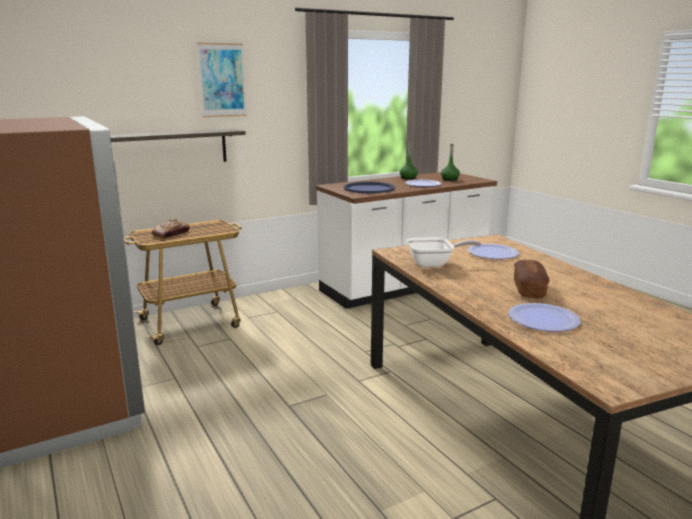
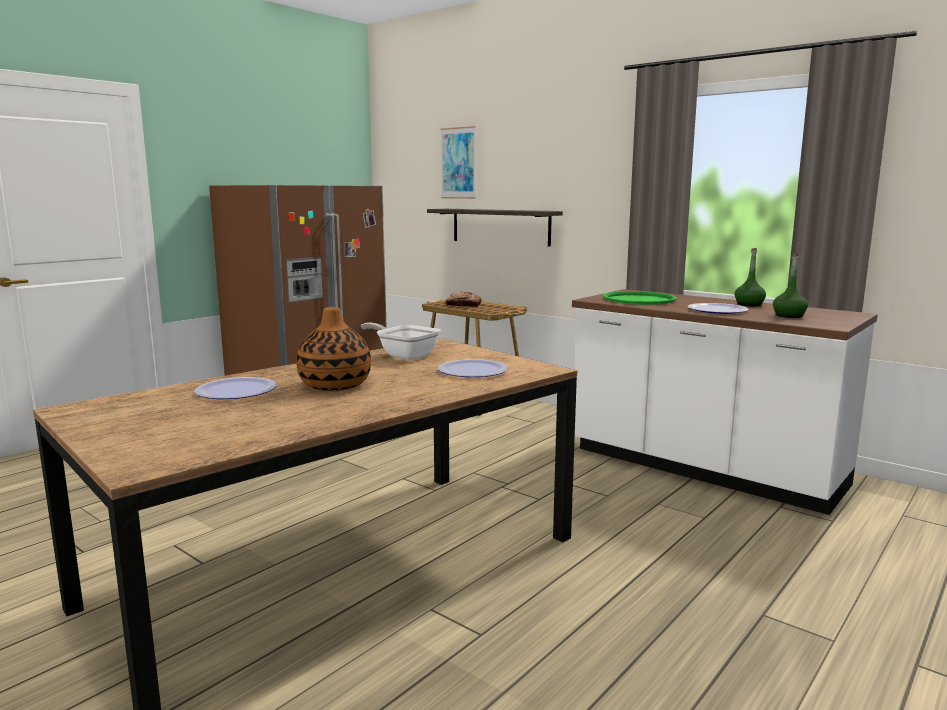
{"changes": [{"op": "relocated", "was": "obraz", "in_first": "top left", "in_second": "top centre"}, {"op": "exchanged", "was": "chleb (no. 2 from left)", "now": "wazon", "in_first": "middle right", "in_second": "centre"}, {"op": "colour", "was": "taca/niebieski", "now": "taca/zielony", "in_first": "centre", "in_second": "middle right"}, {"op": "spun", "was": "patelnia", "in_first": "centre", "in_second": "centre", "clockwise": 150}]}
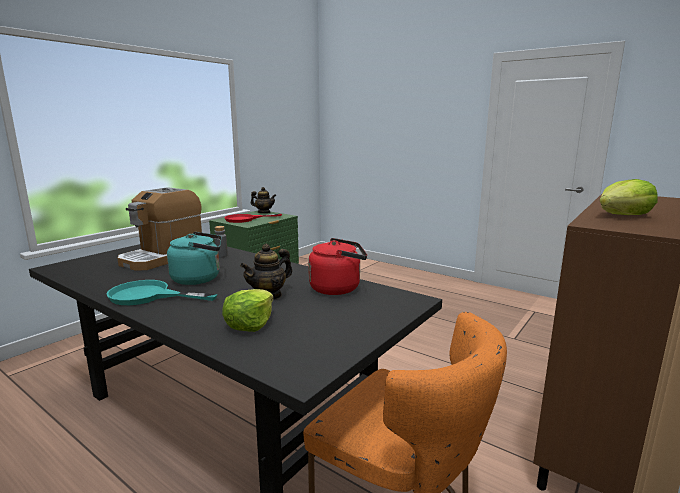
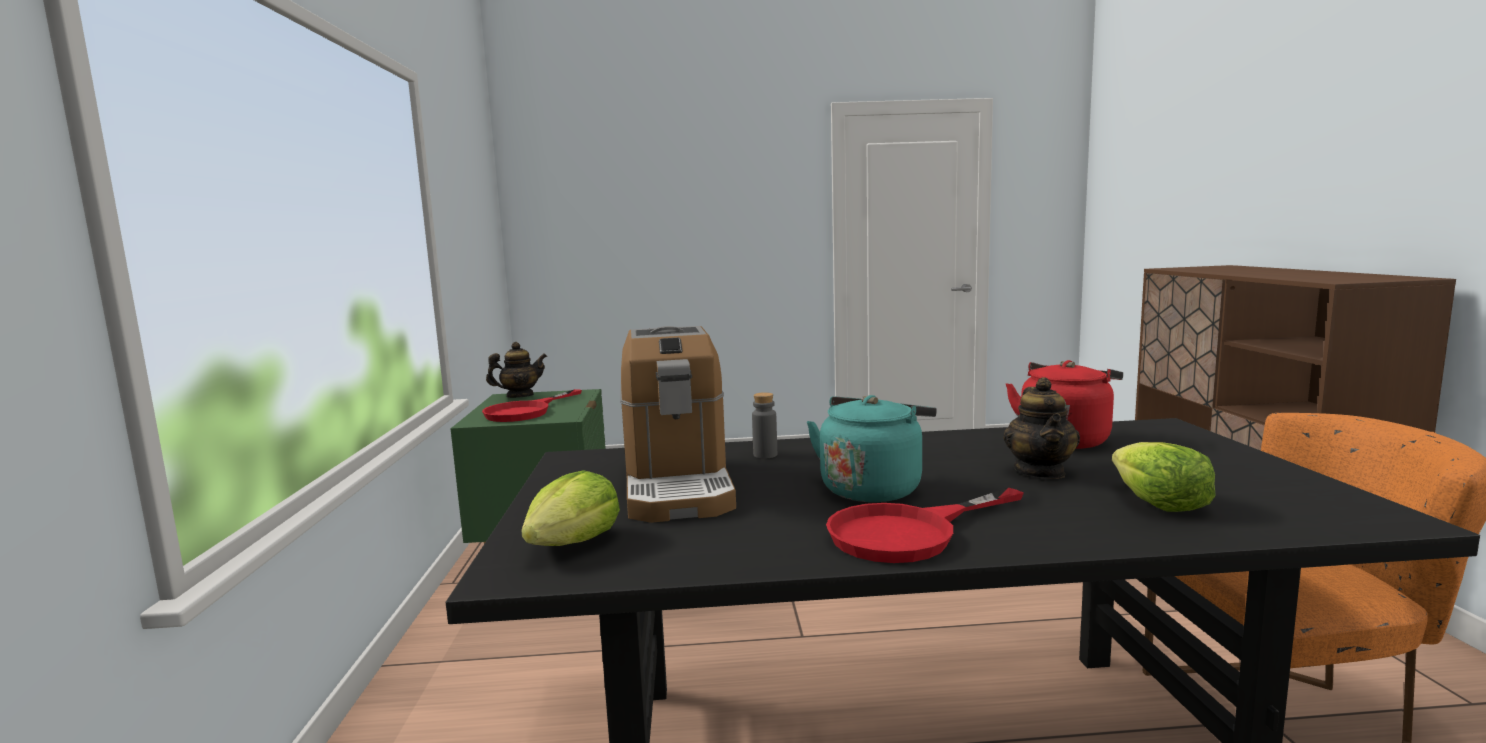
{"changes": [{"op": "relocated", "was": "sałata (no. 2 from left in the first image)", "now": "sałata (no. 1 from left)", "in_first": "middle right", "in_second": "bottom centre"}, {"op": "colour", "was": "patelnia/turkusowy", "now": "patelnia/czerwony (no. 2 from left)", "in_first": "middle left", "in_second": "bottom centre"}]}
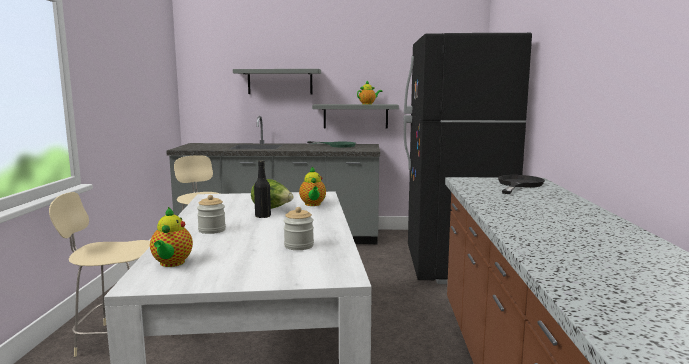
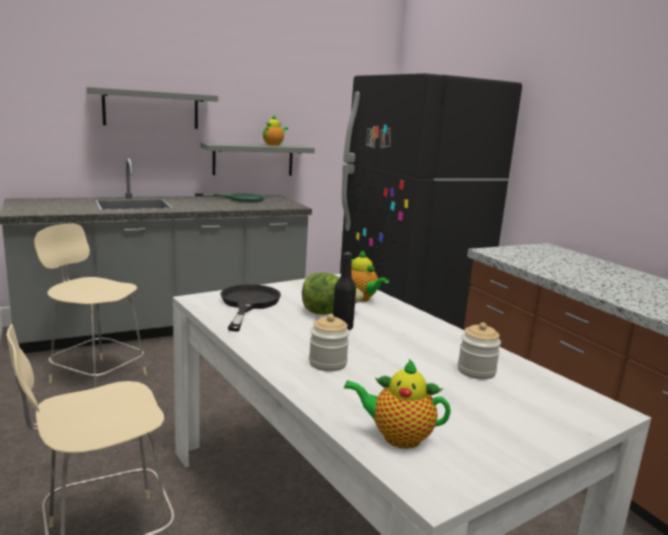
{"changes": [{"op": "relocated", "was": "patelnia/czarny", "in_first": "middle right", "in_second": "centre"}, {"op": "spun", "was": "imbryk (no. 1 from left in the first image)", "in_first": "middle left", "in_second": "bottom centre", "clockwise": 135}]}
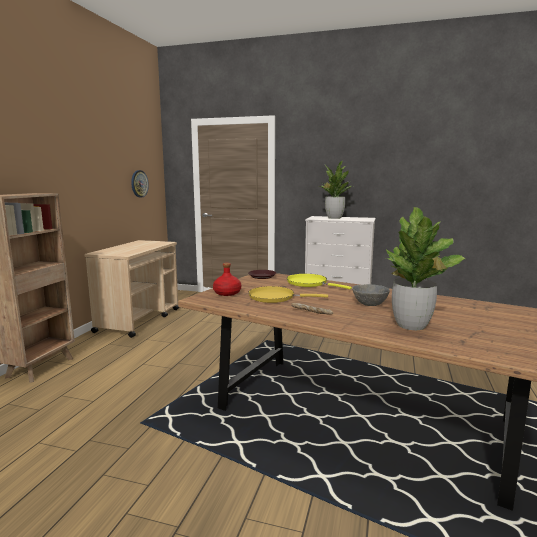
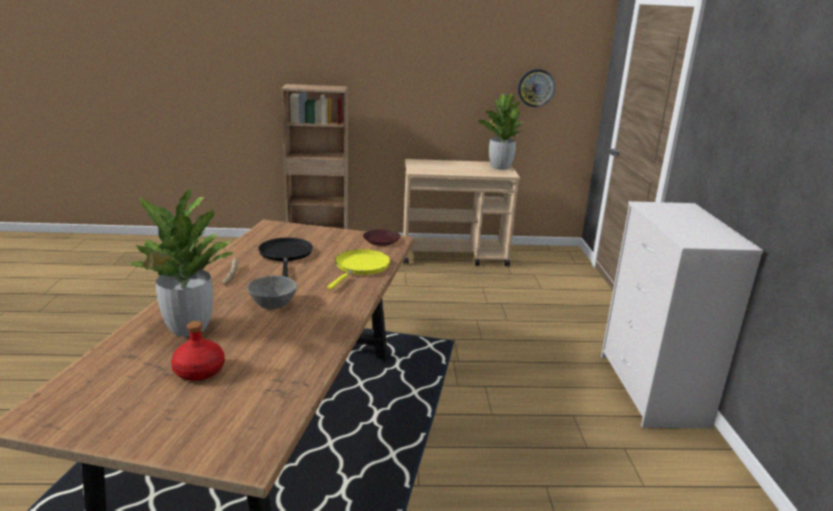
{"changes": [{"op": "relocated", "was": "butelka/czerwony", "in_first": "centre", "in_second": "bottom left"}, {"op": "relocated", "was": "roślina doniczkowa (no. 1 from left in the first image)", "now": "roślina doniczkowa (no. 2 from left)", "in_first": "centre", "in_second": "top centre"}, {"op": "colour", "was": "patelnia/żółty (no. 1 from left)", "now": "patelnia/czarny", "in_first": "centre", "in_second": "centre"}]}
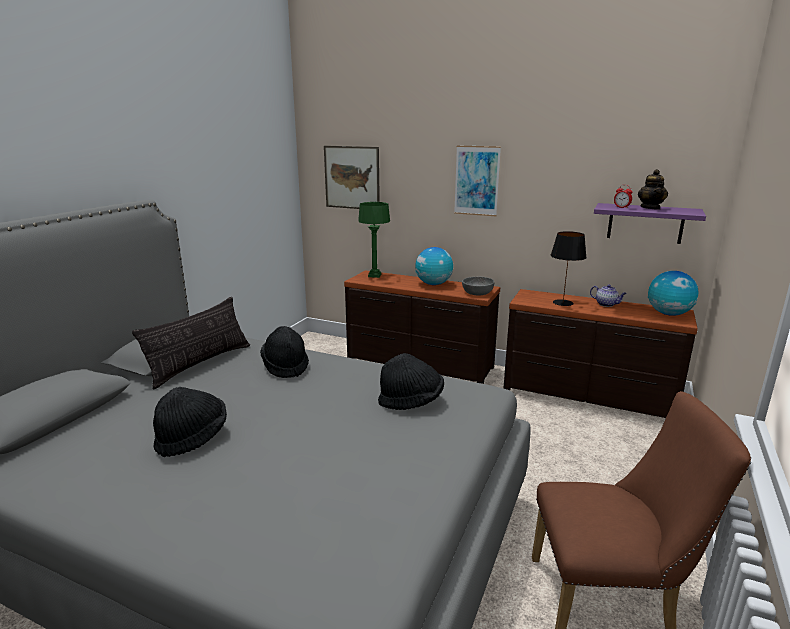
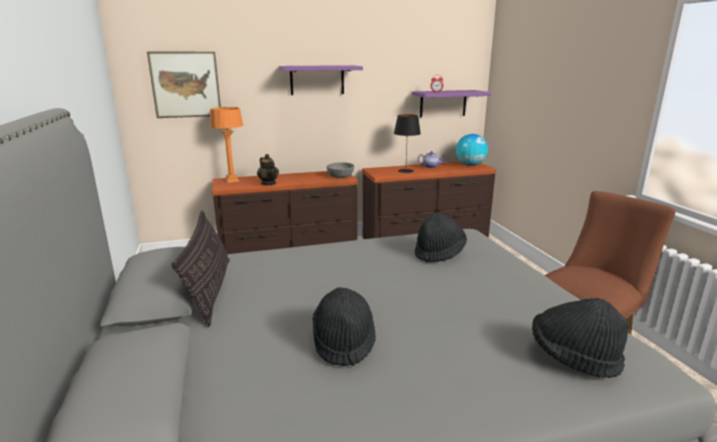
{"changes": [{"op": "missing", "was": "globus (no. 1 from left)", "in_first": "centre"}, {"op": "relocated", "was": "kapelusz/czarny (no. 2 from left in the first image)", "now": "kapelusz/czarny (no. 3 from left)", "in_first": "centre", "in_second": "bottom right"}, {"op": "relocated", "was": "imbryk (no. 2 from left in the first image)", "now": "imbryk (no. 1 from left)", "in_first": "top right", "in_second": "centre"}, {"op": "exchanged", "was": "obraz (no. 2 from left)", "now": "półka/fioletowy (no. 1 from left)", "in_first": "top centre", "in_second": "top centre"}, {"op": "colour", "was": "lampa stołowa/zielony", "now": "lampa stołowa/pomarańczowy", "in_first": "centre", "in_second": "top left"}]}
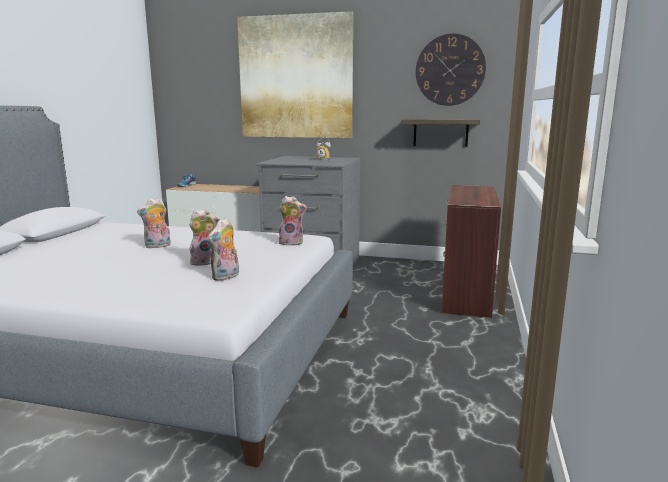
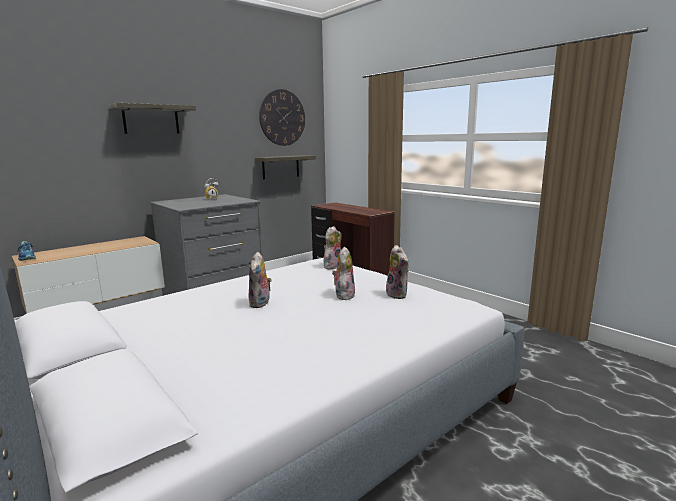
{"changes": [{"op": "exchanged", "was": "obraz", "now": "półka (no. 1 from left)", "in_first": "top centre", "in_second": "top left"}]}
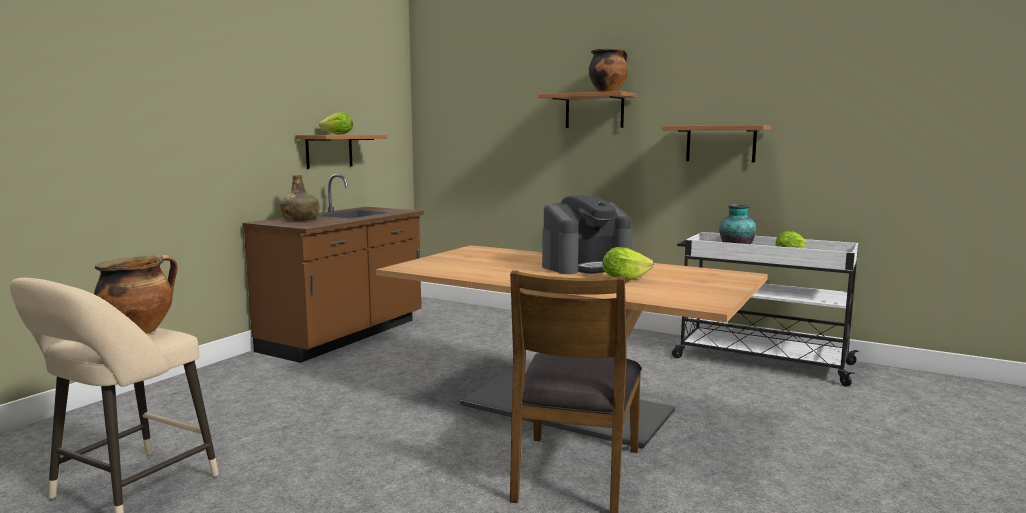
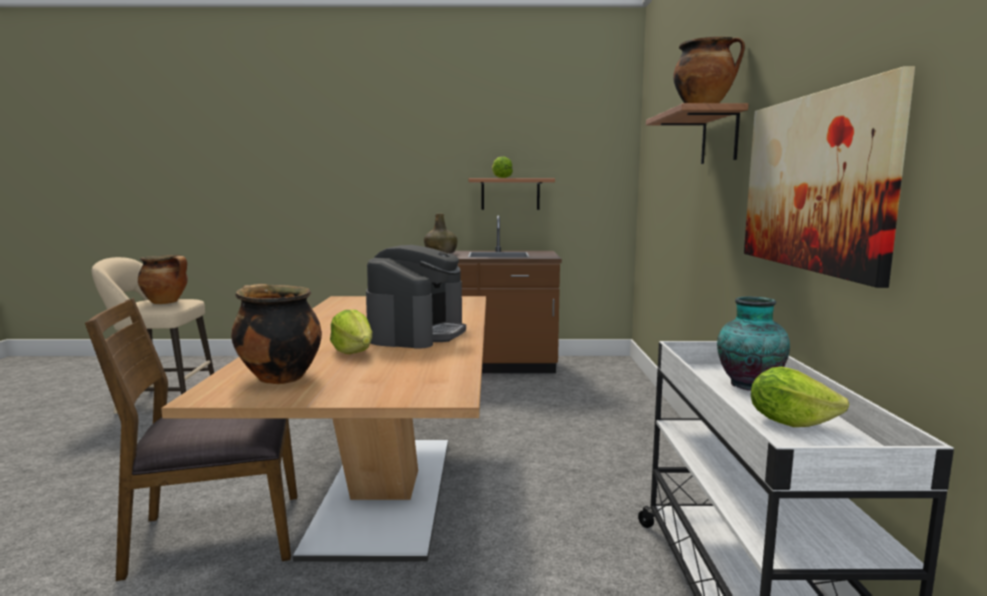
{"changes": [{"op": "appeared", "now": "garnek (no. 2 from left)", "in_second": "middle left"}, {"op": "exchanged", "was": "półka (no. 3 from left)", "now": "obraz", "in_first": "top right", "in_second": "top right"}, {"op": "spun", "was": "ekspres do kawy", "in_first": "centre", "in_second": "centre", "clockwise": -105}]}
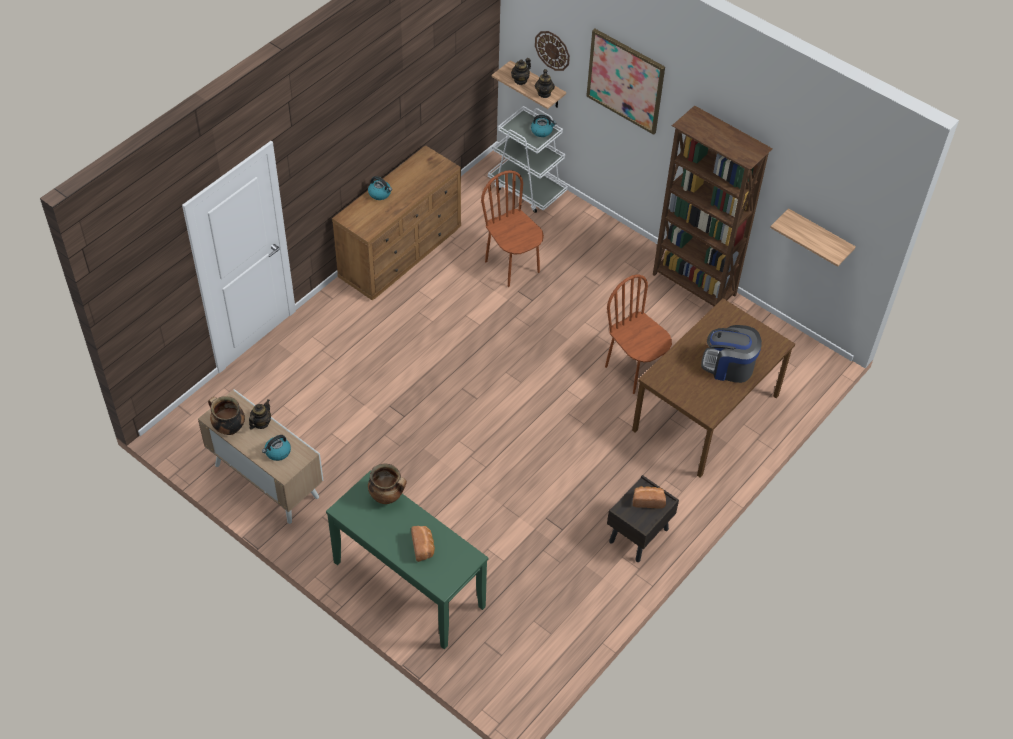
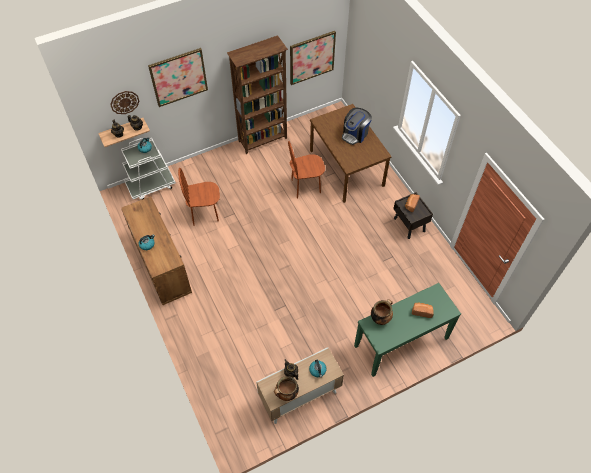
{"changes": [{"op": "exchanged", "was": "półka (no. 2 from left)", "now": "obraz (no. 2 from left)", "in_first": "top right", "in_second": "top centre"}]}
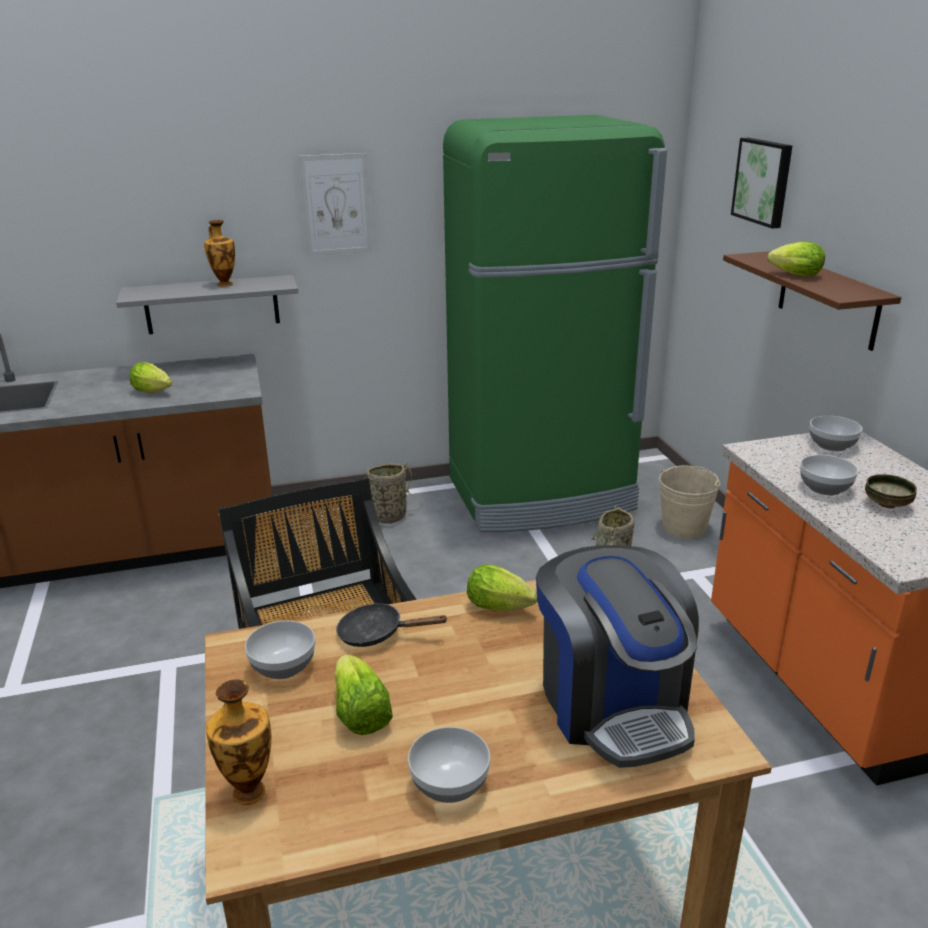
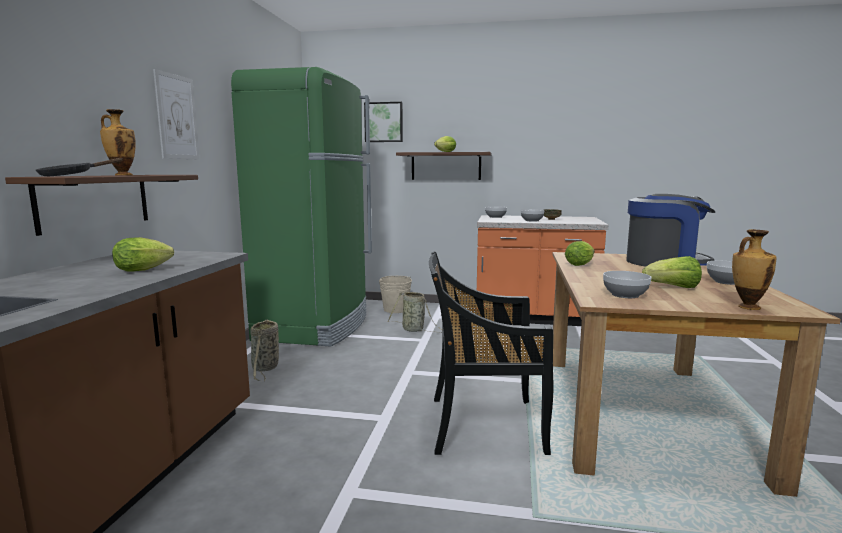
{"changes": [{"op": "relocated", "was": "patelnia/czarny", "in_first": "bottom centre", "in_second": "top left"}, {"op": "colour", "was": "półka/szary", "now": "półka/brązowy (no. 1 from left)", "in_first": "top left", "in_second": "middle left"}]}
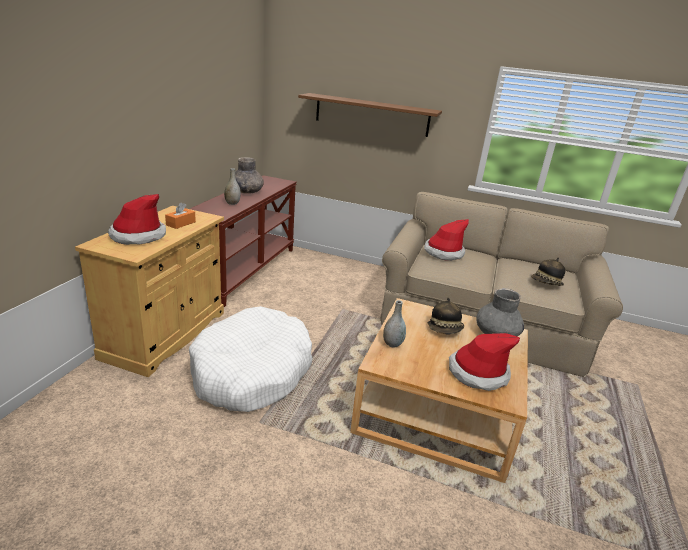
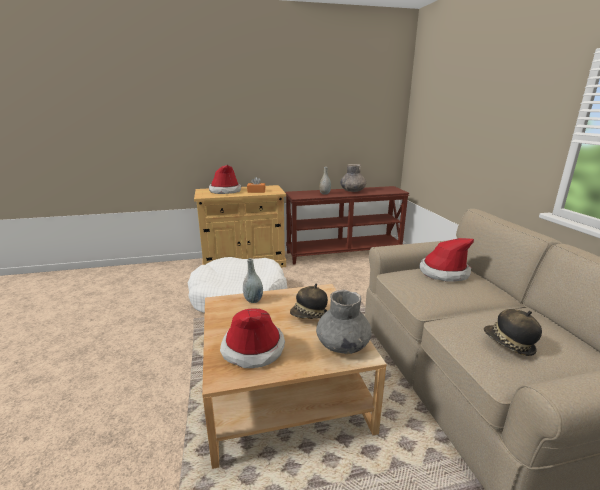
{"changes": [{"op": "missing", "was": "półka/brązowy", "in_first": "top centre"}]}
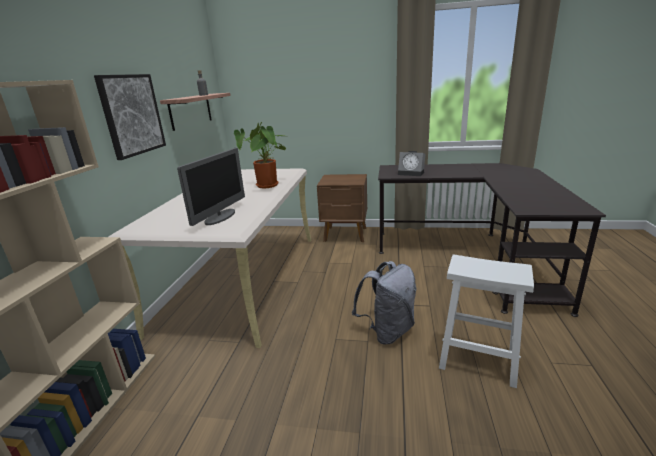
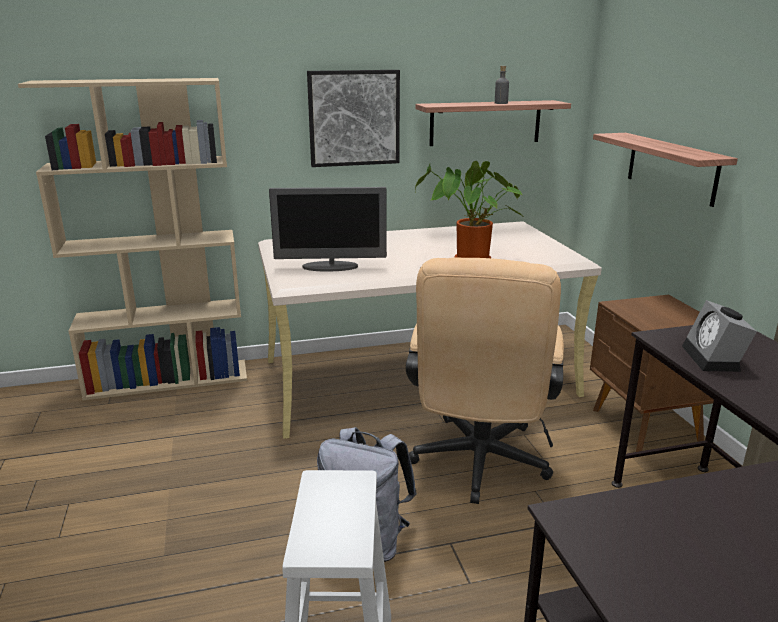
{"changes": [{"op": "appeared", "now": "krzesło biurowe/beżowy", "in_second": "centre"}, {"op": "appeared", "now": "półka (no. 2 from left)", "in_second": "top right"}]}
